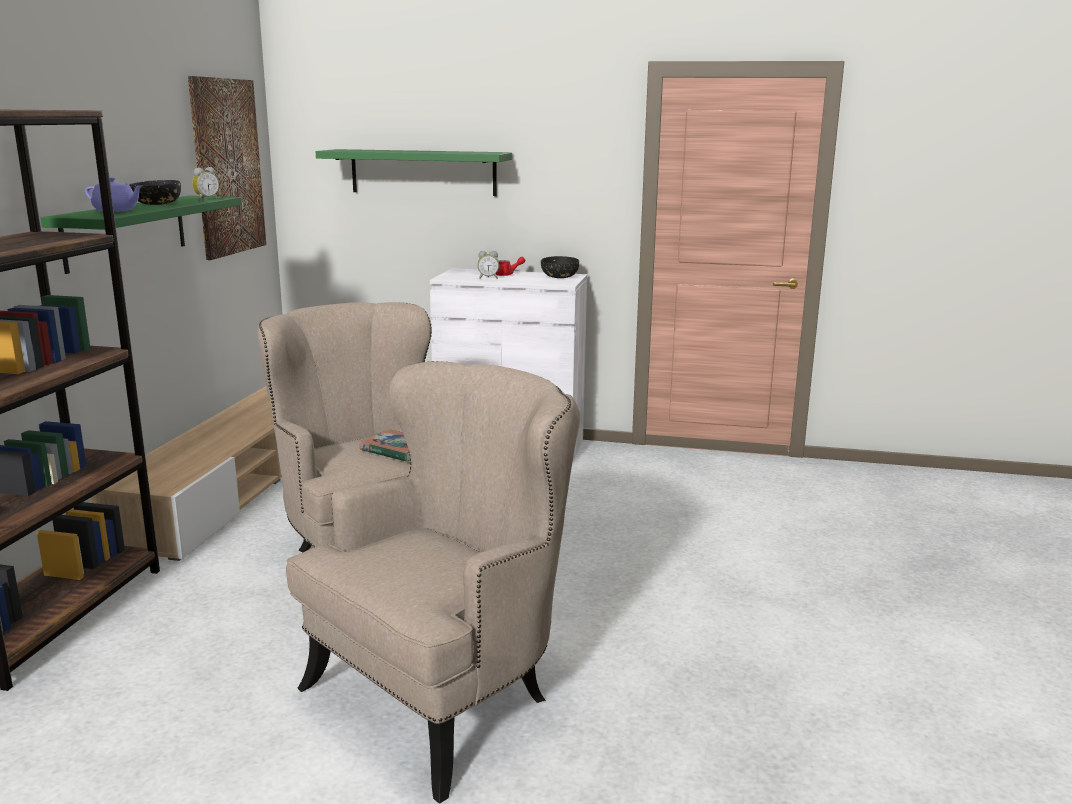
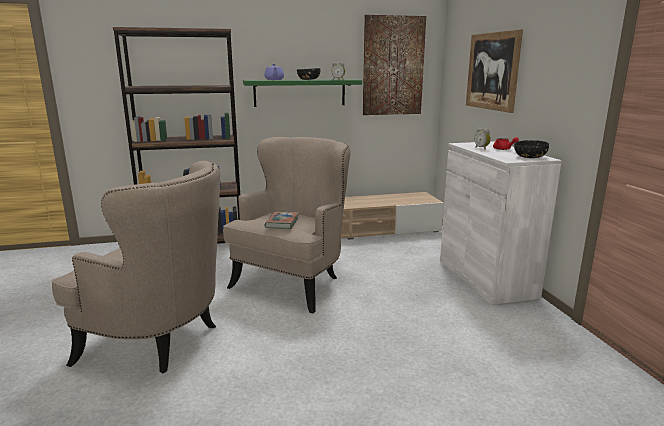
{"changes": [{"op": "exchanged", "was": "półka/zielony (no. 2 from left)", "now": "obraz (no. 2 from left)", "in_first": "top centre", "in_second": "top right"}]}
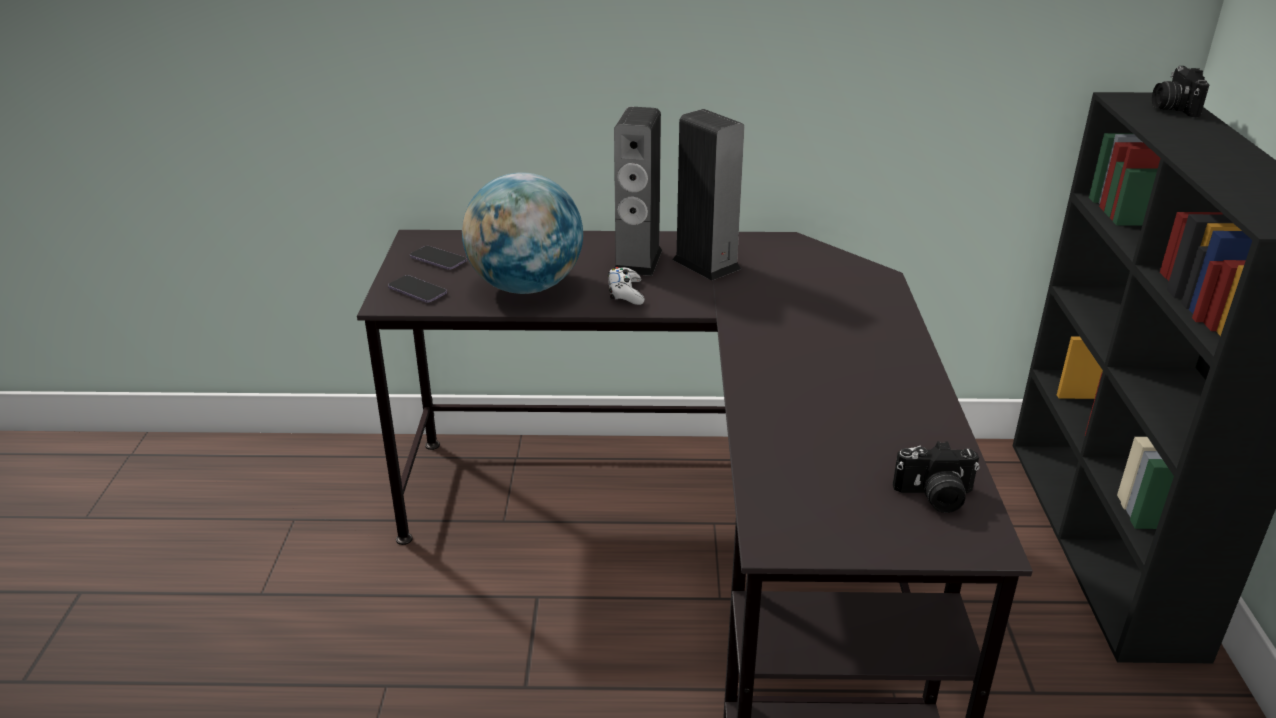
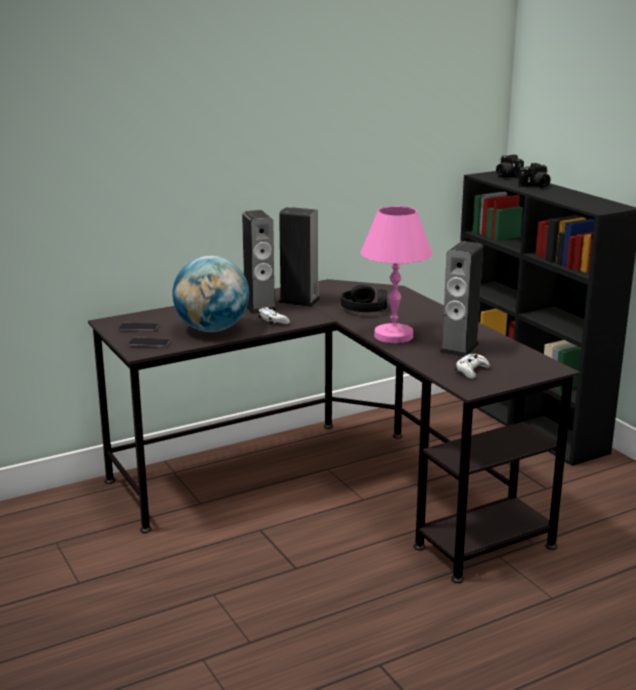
{"changes": [{"op": "appeared", "now": "słuchawki/czarny", "in_second": "centre"}, {"op": "appeared", "now": "lampa stołowa/różowy", "in_second": "centre"}, {"op": "appeared", "now": "głośnik (no. 3 from left)", "in_second": "middle right"}, {"op": "appeared", "now": "pad do gier/biały (no. 2 from left)", "in_second": "middle right"}, {"op": "relocated", "was": "aparat fotograficzny (no. 1 from left in the first image)", "now": "aparat fotograficzny (no. 2 from left)", "in_first": "middle right", "in_second": "top right"}]}
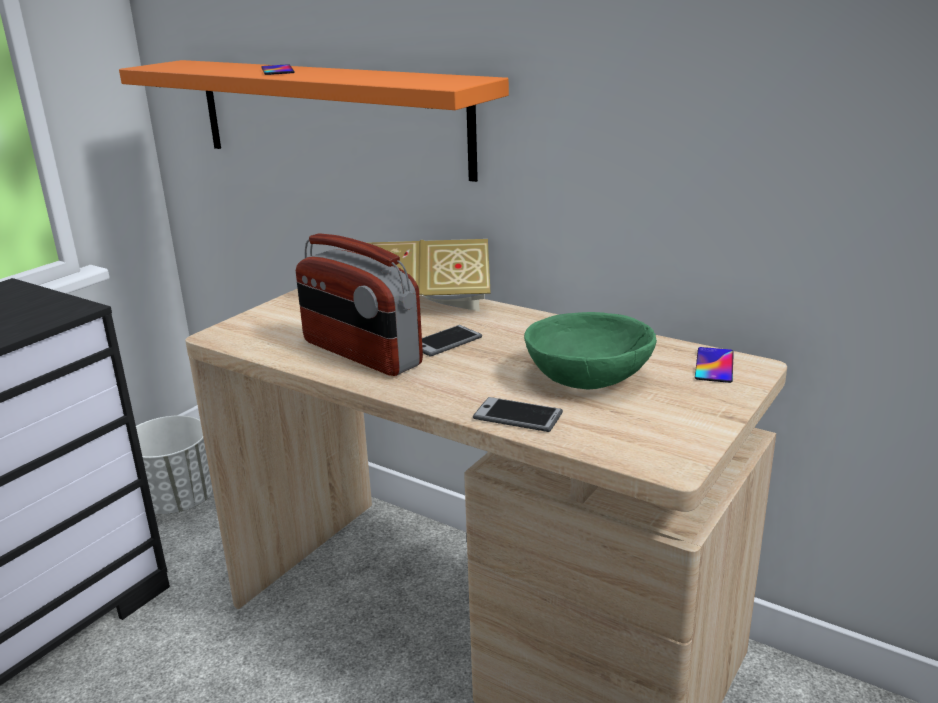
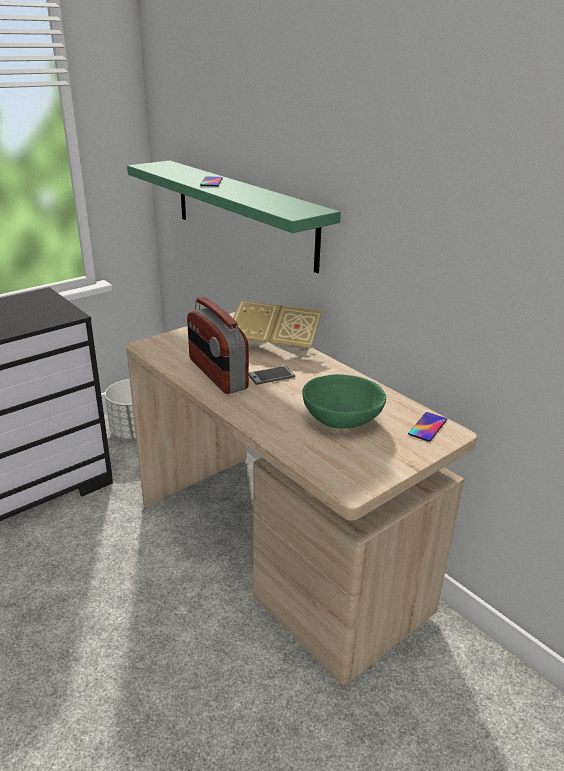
{"changes": [{"op": "missing", "was": "telefon (no. 3 from left)", "in_first": "centre"}, {"op": "colour", "was": "półka/pomarańczowy", "now": "półka/zielony", "in_first": "top centre", "in_second": "top centre"}]}
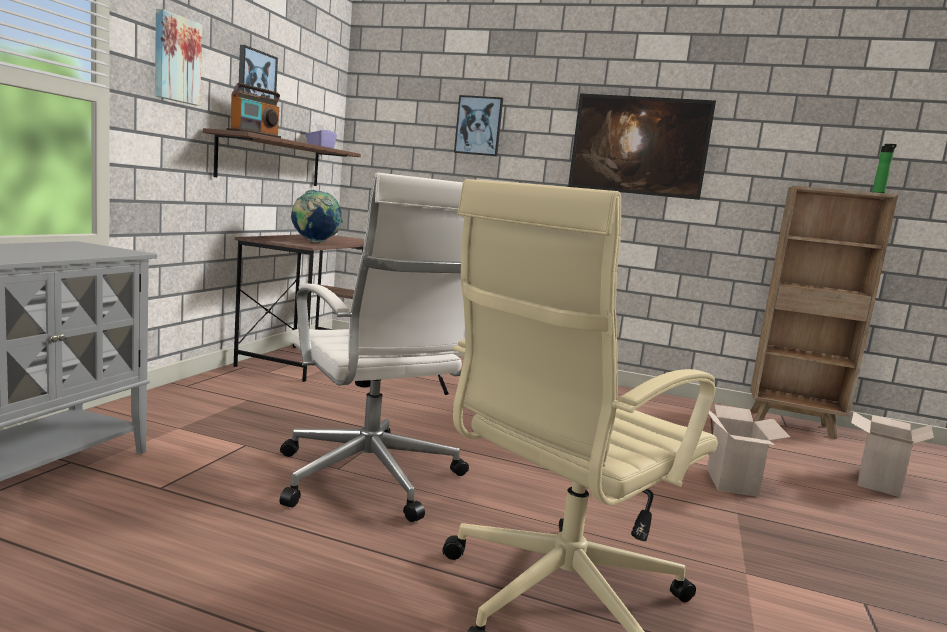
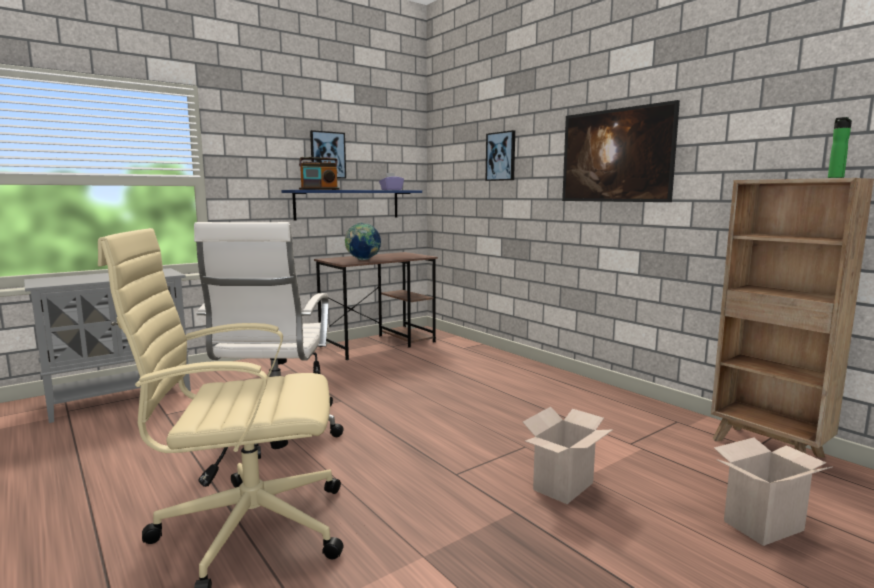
{"changes": [{"op": "missing", "was": "obraz (no. 1 from left)", "in_first": "top left"}, {"op": "colour", "was": "półka/brązowy", "now": "półka/niebieski", "in_first": "top left", "in_second": "centre"}]}
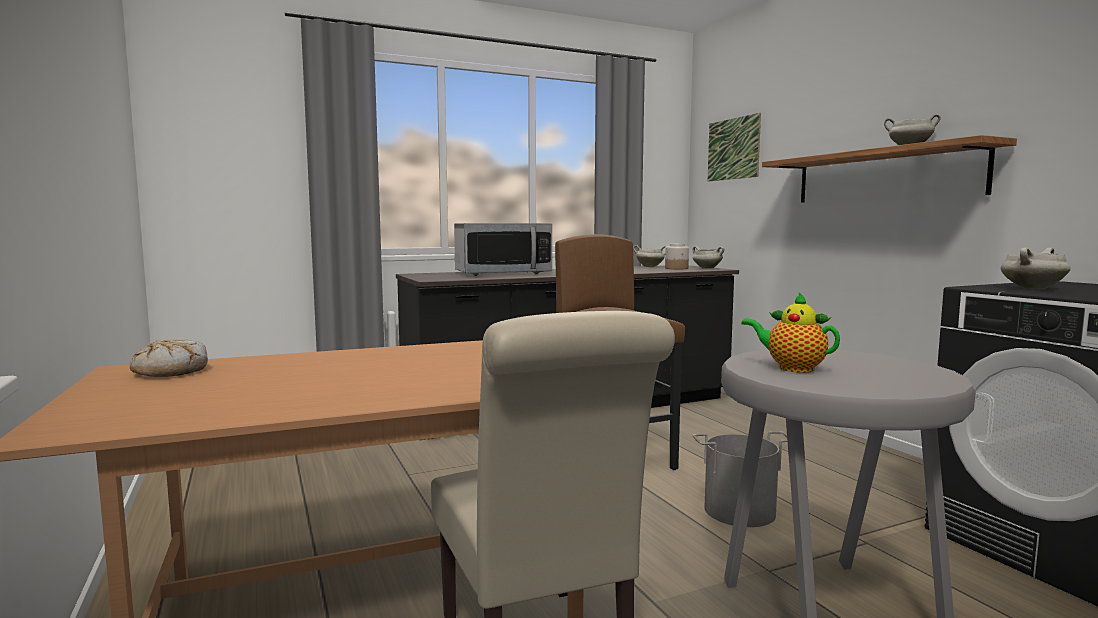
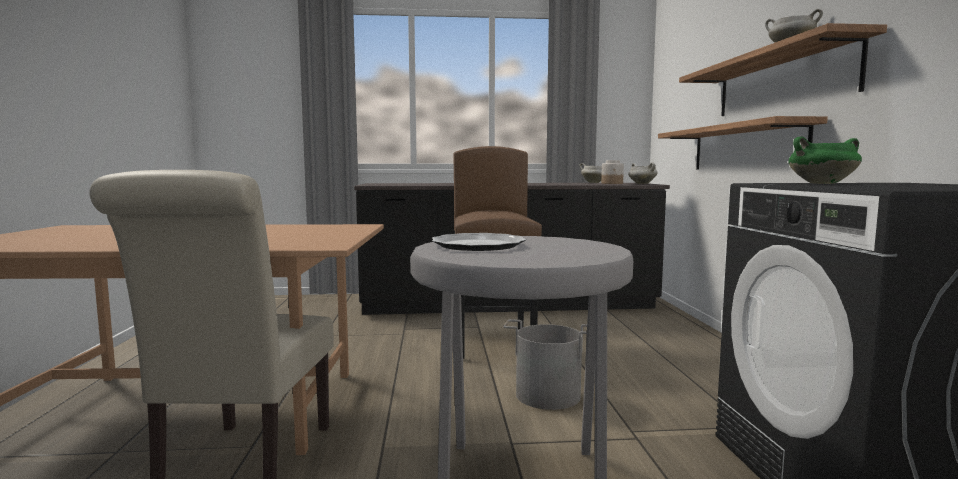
{"changes": [{"op": "missing", "was": "chleb", "in_first": "middle left"}, {"op": "missing", "was": "mikrofalówka", "in_first": "centre"}, {"op": "missing", "was": "obraz", "in_first": "top right"}, {"op": "appeared", "now": "półka (no. 1 from left)", "in_second": "top right"}, {"op": "exchanged", "was": "imbryk", "now": "talerz", "in_first": "middle right", "in_second": "centre"}, {"op": "colour", "was": "garnek/biały (no. 4 from left)", "now": "garnek/zielony", "in_first": "middle right", "in_second": "middle right"}]}
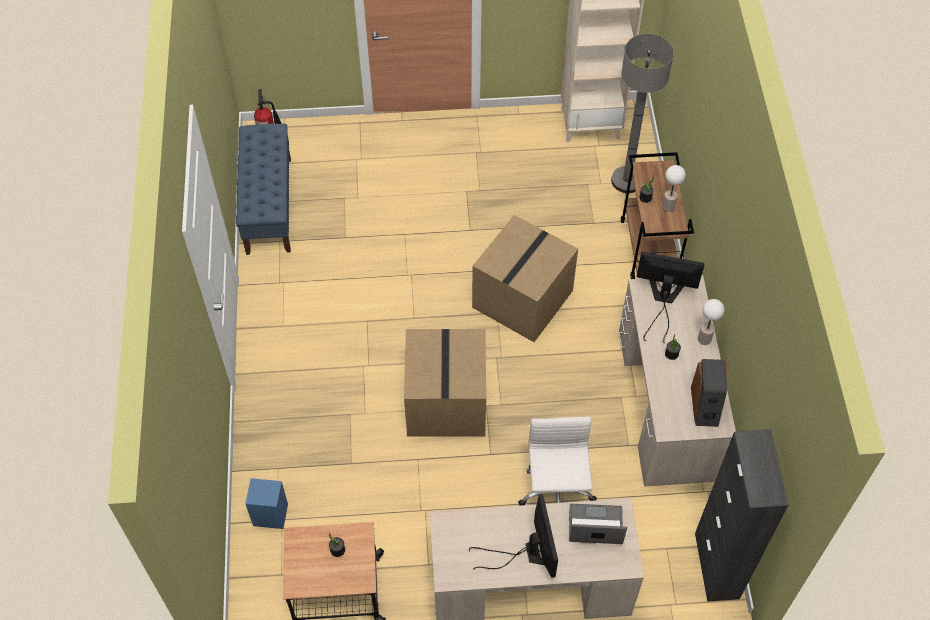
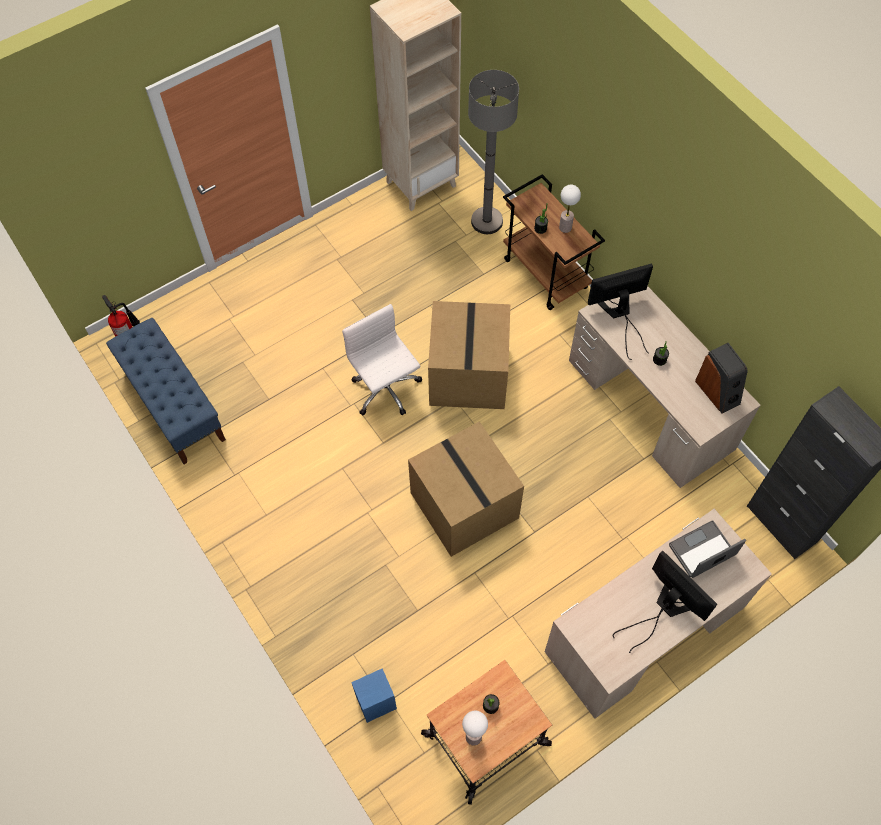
{"changes": [{"op": "relocated", "was": "krzesło biurowe/biały", "in_first": "bottom centre", "in_second": "centre"}, {"op": "relocated", "was": "lampa stołowa (no. 2 from left in the first image)", "now": "lampa stołowa (no. 1 from left)", "in_first": "middle right", "in_second": "bottom centre"}]}
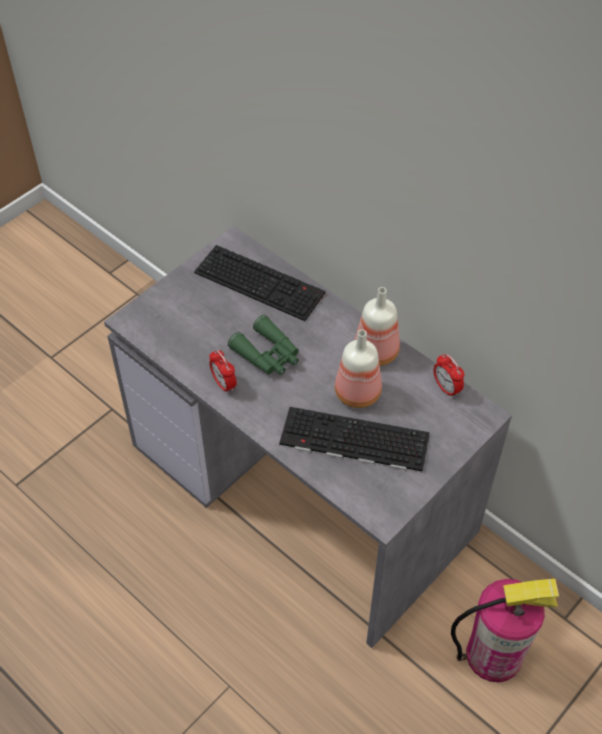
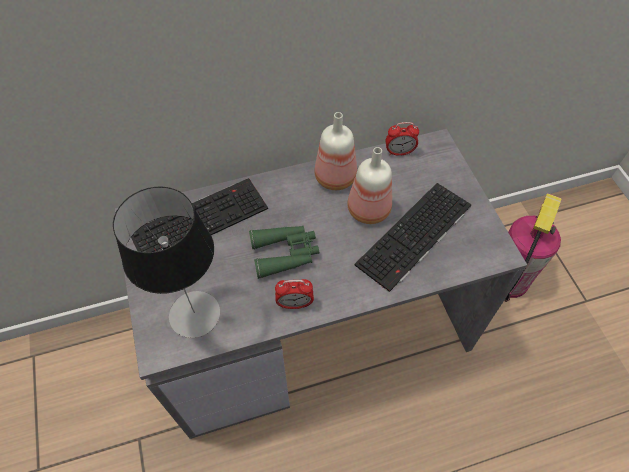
{"changes": [{"op": "appeared", "now": "lampa stołowa", "in_second": "middle left"}]}
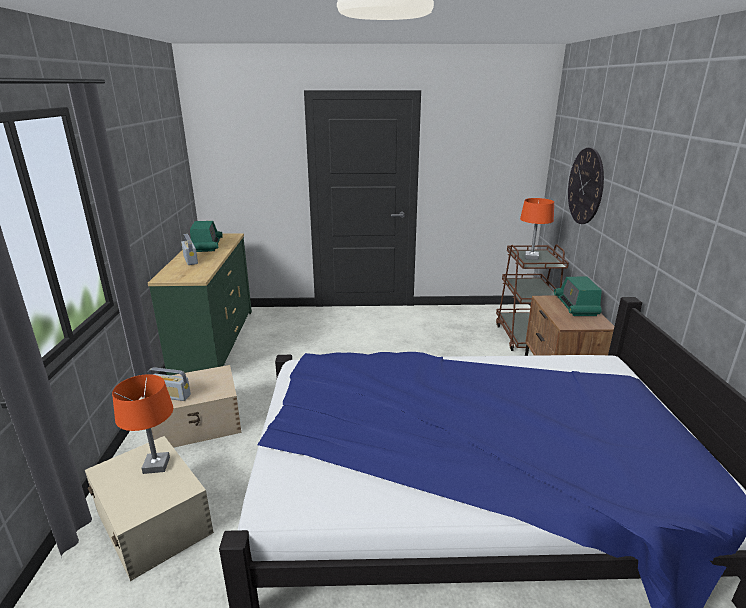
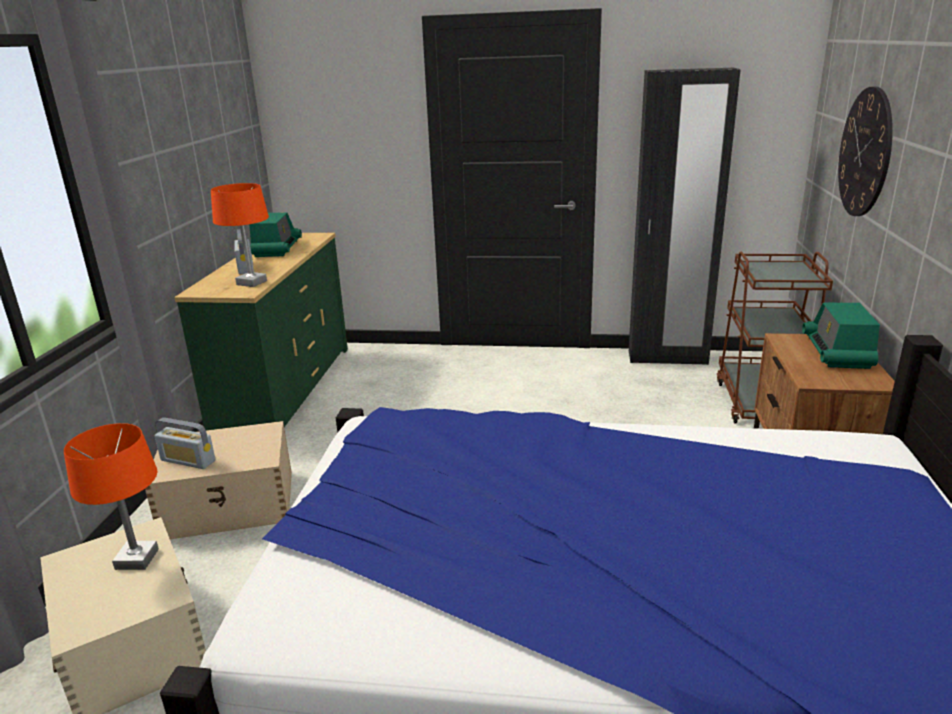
{"changes": [{"op": "appeared", "now": "szafa/czarny", "in_second": "top right"}, {"op": "relocated", "was": "lampa stołowa/pomarańczowy (no. 2 from left)", "in_first": "middle right", "in_second": "top left"}]}
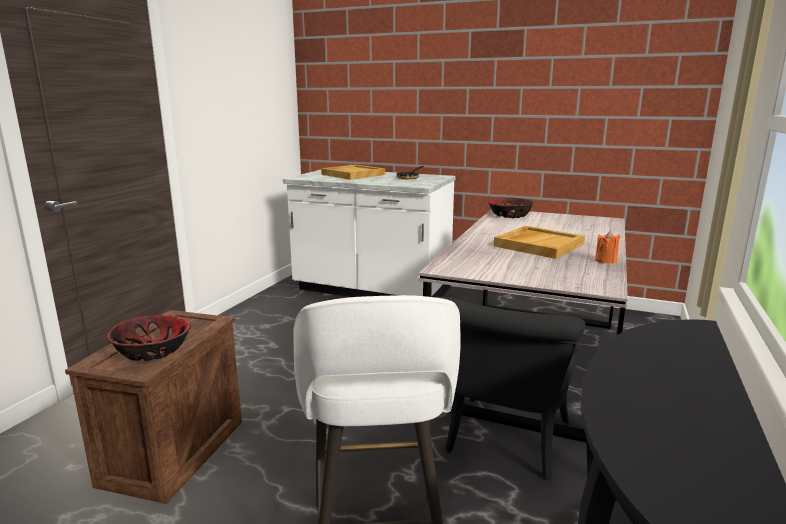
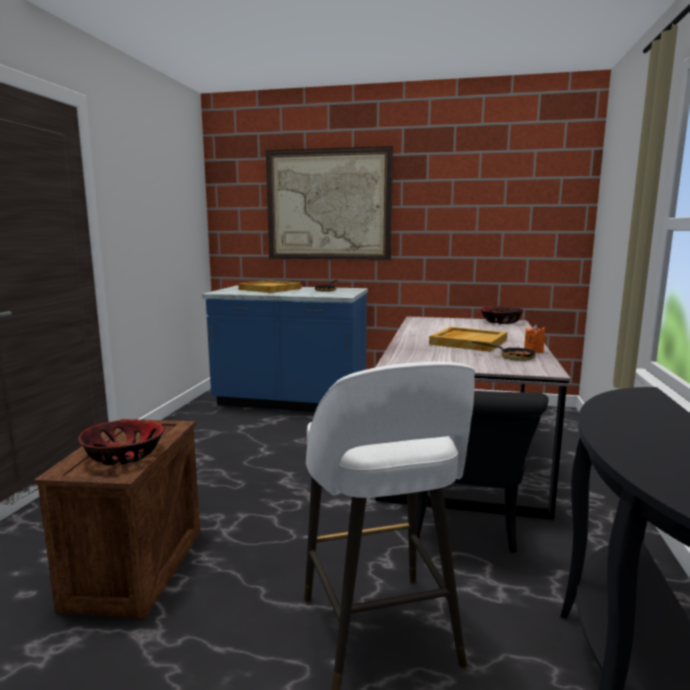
{"changes": [{"op": "appeared", "now": "obraz", "in_second": "top centre"}, {"op": "appeared", "now": "patelnia (no. 2 from left)", "in_second": "middle right"}, {"op": "relocated", "was": "miska (no. 2 from left)", "in_first": "centre", "in_second": "middle right"}, {"op": "colour", "was": "zabudowa kuchenna/biały", "now": "zabudowa kuchenna/niebieski", "in_first": "centre", "in_second": "centre"}]}
